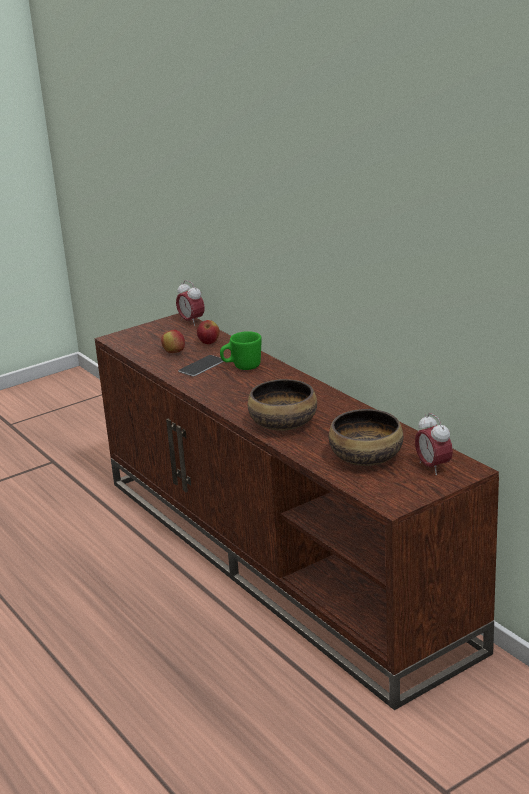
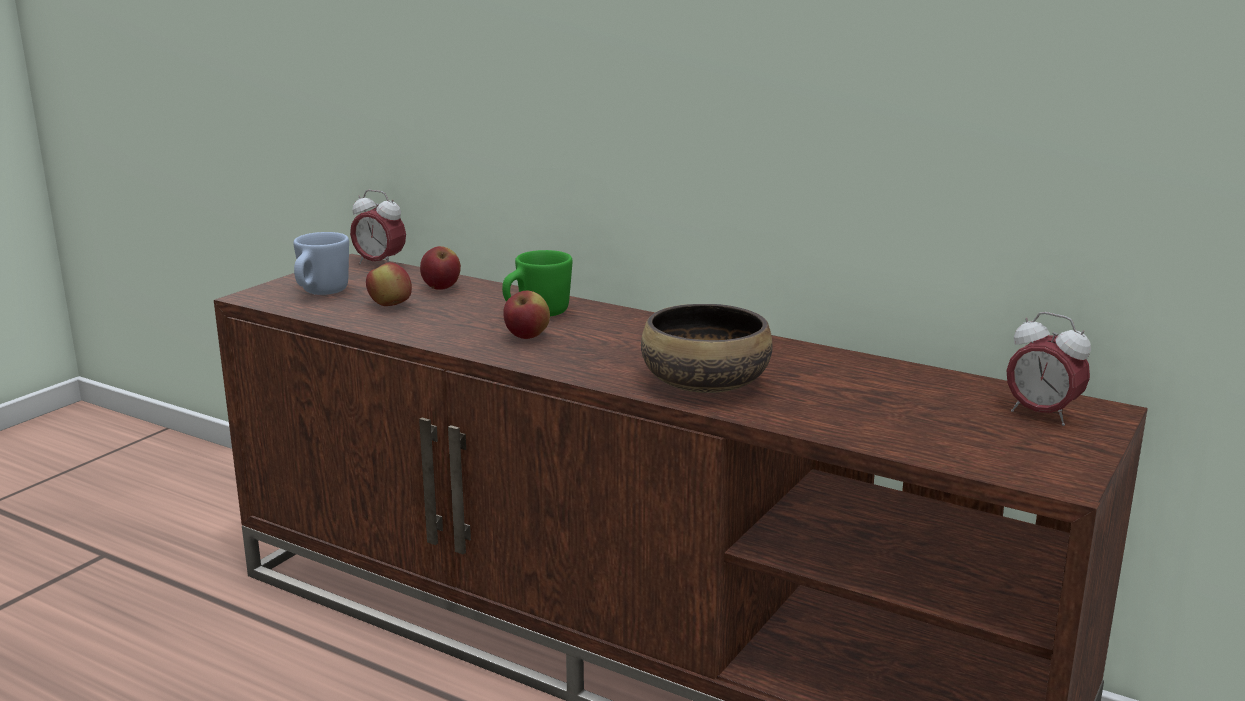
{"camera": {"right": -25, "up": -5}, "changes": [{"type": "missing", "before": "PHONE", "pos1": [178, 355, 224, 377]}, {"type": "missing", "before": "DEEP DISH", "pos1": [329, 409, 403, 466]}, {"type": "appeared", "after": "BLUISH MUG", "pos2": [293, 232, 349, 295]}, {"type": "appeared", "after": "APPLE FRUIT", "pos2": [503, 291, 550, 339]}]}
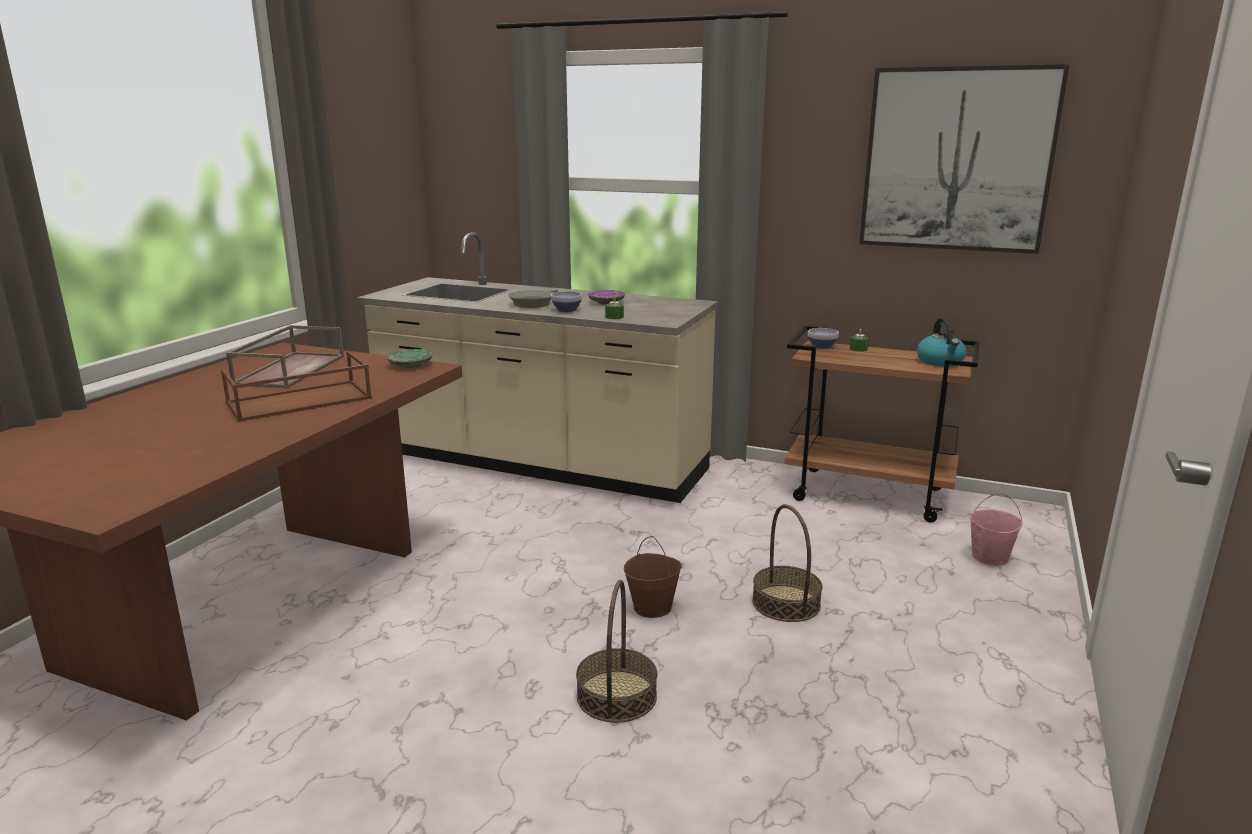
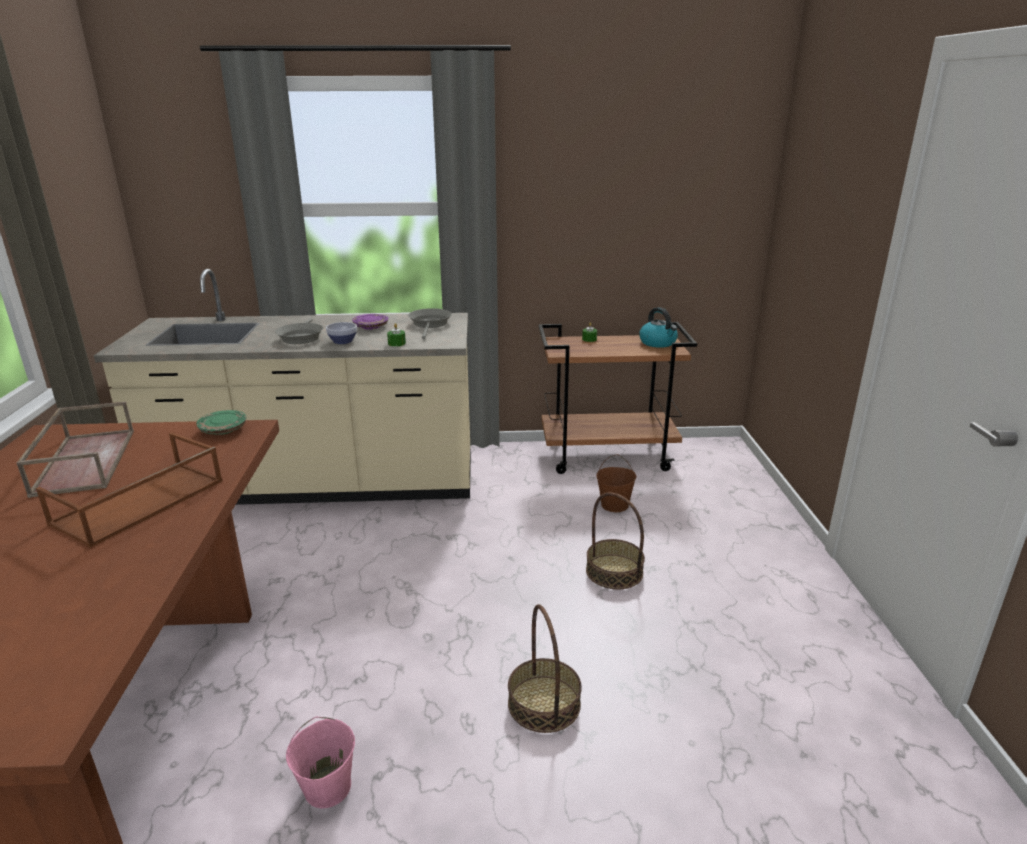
{"camera": {"right": -25, "up": 5}, "changes": [{"type": "relocated", "before": "BROWN-COLOURED PAIL", "pos1": [624, 536, 682, 618], "pos2": [596, 454, 636, 512]}, {"type": "missing", "before": "DEEP DISH", "pos1": [808, 328, 839, 349]}, {"type": "missing", "before": "PICTURE", "pos1": [859, 64, 1070, 254]}, {"type": "relocated", "before": "PINKISH PAIL", "pos1": [970, 492, 1023, 566], "pos2": [286, 717, 355, 809]}, {"type": "appeared", "after": "GREY PAN", "pos2": [408, 308, 452, 339]}]}
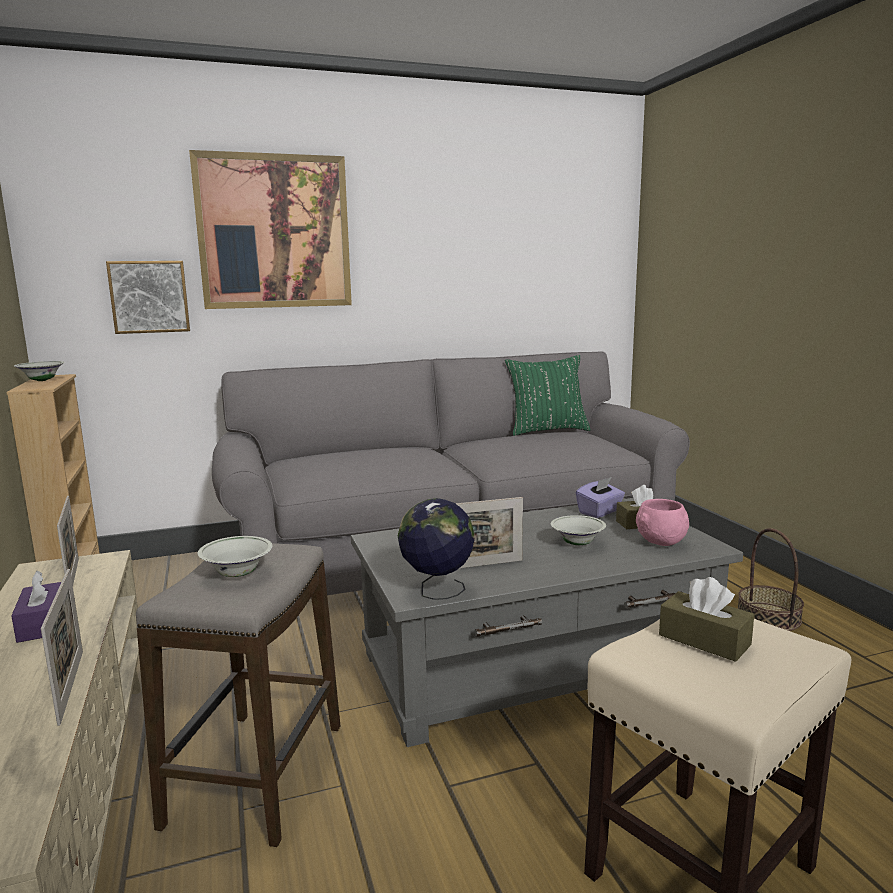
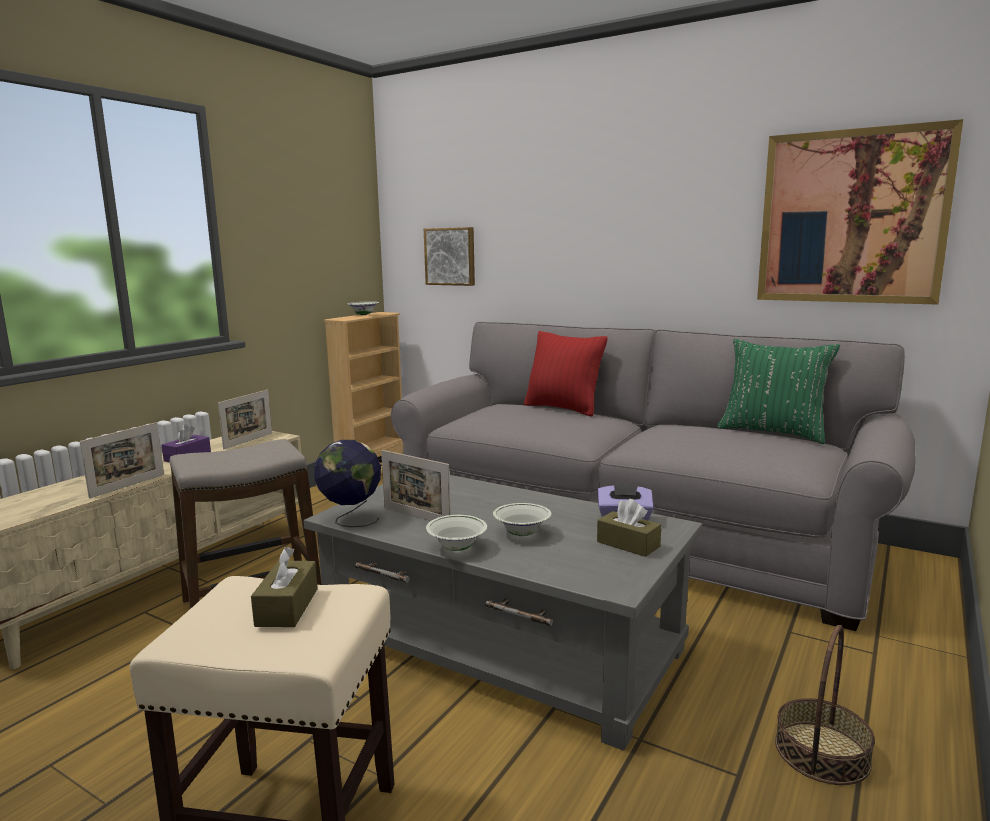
{"camera": {"right": 50, "up": 0}, "changes": [{"type": "relocated", "before": "PICTURE", "pos1": [189, 150, 352, 309], "pos2": [757, 119, 963, 305]}, {"type": "relocated", "before": "WHITE DEEP DISH", "pos1": [198, 536, 272, 577], "pos2": [426, 515, 487, 551]}, {"type": "missing", "before": "PINKISH DEEP DISH", "pos1": [636, 499, 689, 546]}, {"type": "appeared", "after": "REDDISH CUSHION", "pos2": [524, 331, 607, 416]}]}
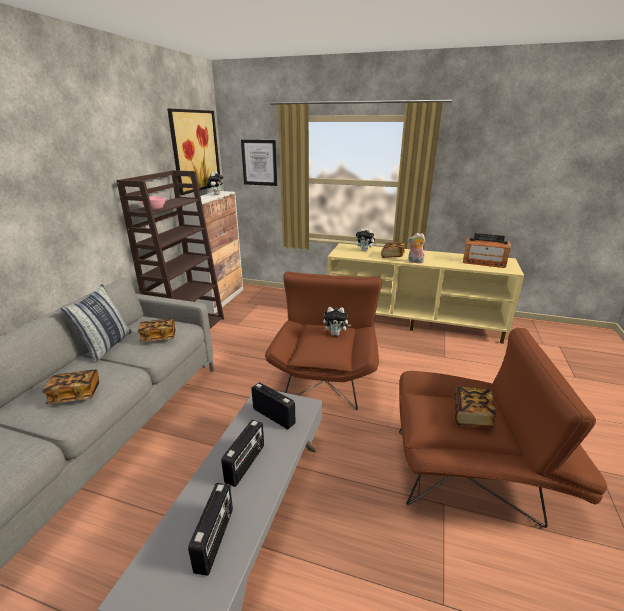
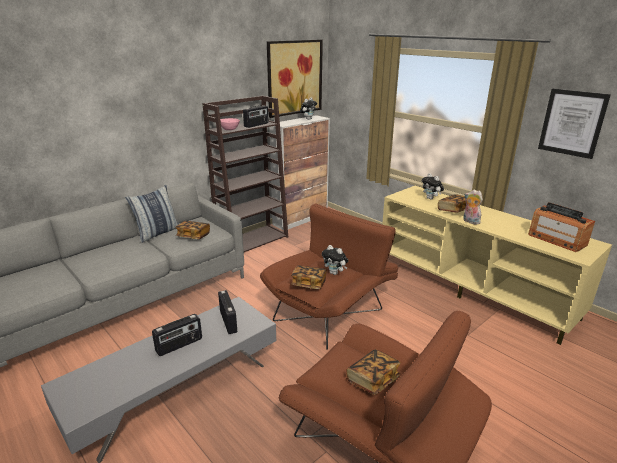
{"camera": {"right": 30, "up": 0}, "changes": [{"type": "relocated", "before": "BOOK", "pos1": [42, 369, 99, 404], "pos2": [291, 265, 327, 289]}, {"type": "relocated", "before": "RADIO RECEIVER", "pos1": [188, 483, 233, 576], "pos2": [243, 105, 268, 128]}, {"type": "relocated", "before": "PICTURE", "pos1": [241, 140, 277, 186], "pos2": [538, 89, 611, 159]}]}
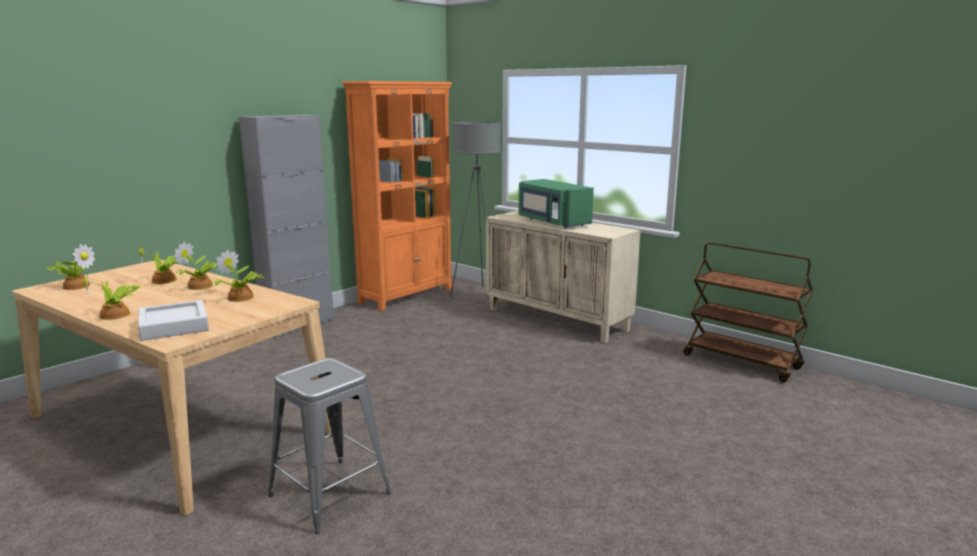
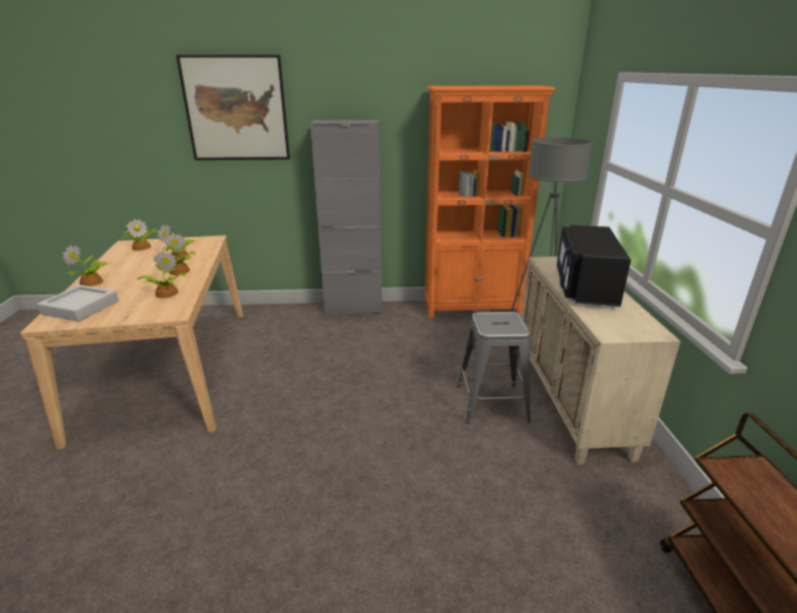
{"camera": {"right": 45, "up": 10}, "changes": [{"type": "relocated", "before": "GREY STOOL", "pos1": [268, 358, 391, 534], "pos2": [457, 312, 531, 424]}, {"type": "colour", "before": "GREEN MICROWAVE OVEN", "after": "BLACK-COLOURED MICROWAVE OVEN", "pos1": [519, 179, 594, 228], "pos2": [557, 225, 631, 307]}, {"type": "appeared", "after": "PICTURE", "pos2": [176, 55, 290, 160]}]}
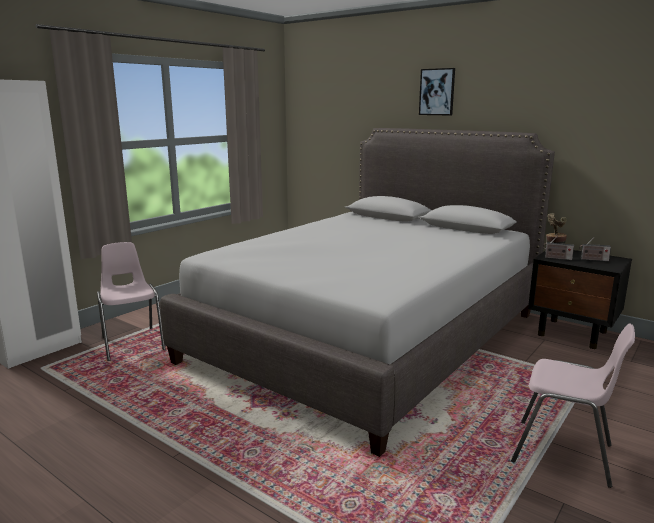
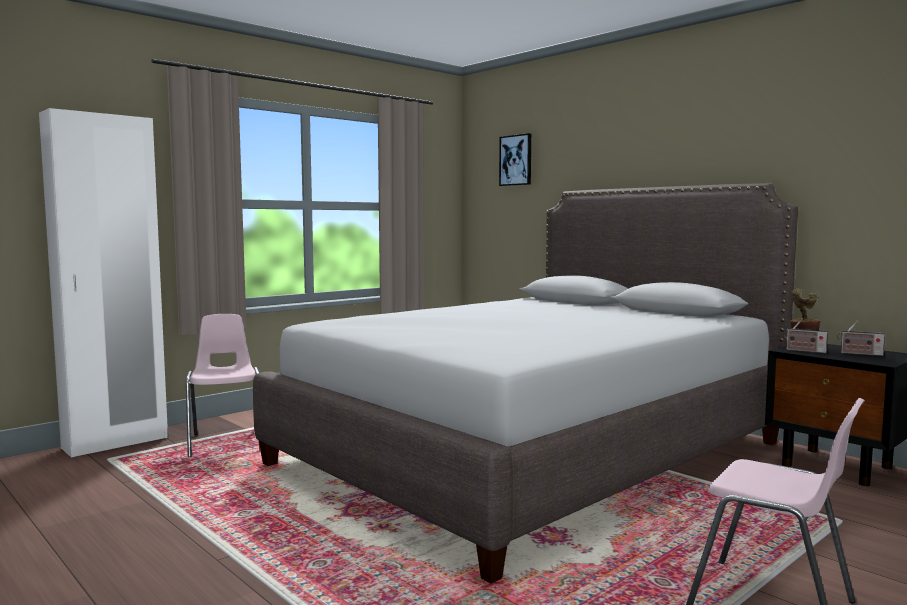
{"camera": {"right": 10, "up": -10}, "changes": [{"type": "relocated", "before": "PICTURE", "pos1": [419, 68, 455, 116], "pos2": [499, 133, 531, 186]}]}
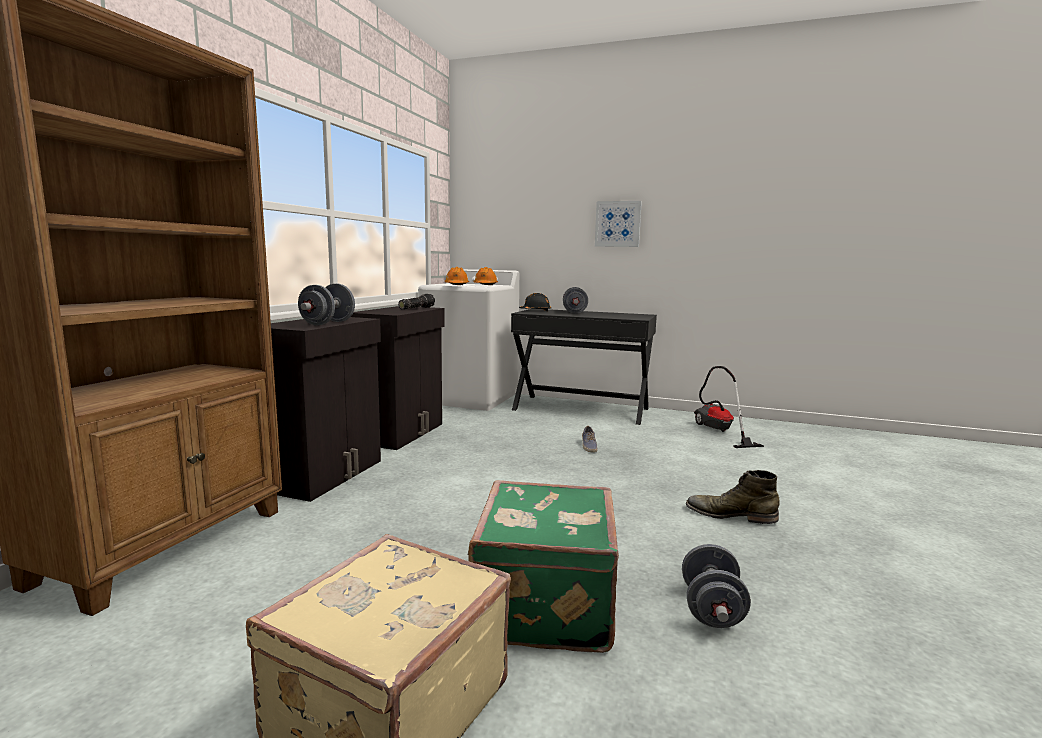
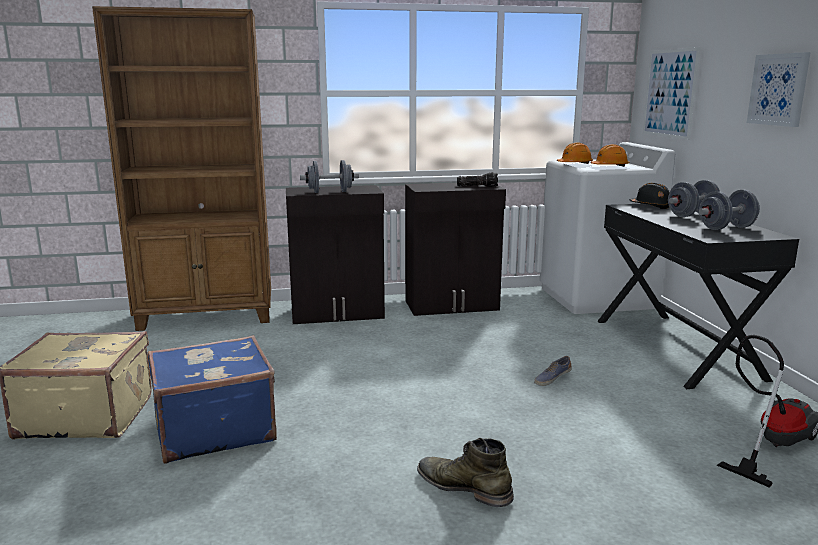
{"camera": {"right": 60, "up": 5}, "changes": [{"type": "colour", "before": "GREEN PIECE OF LUGGAGE", "after": "BLUISH PIECE OF LUGGAGE", "pos1": [468, 480, 619, 653], "pos2": [148, 335, 277, 464]}, {"type": "relocated", "before": "GREY HAND WEIGHT", "pos1": [682, 544, 751, 628], "pos2": [699, 190, 760, 230]}, {"type": "spun", "before": "GREEN BOOT", "pos1": [686, 470, 780, 524], "pos2": [417, 438, 514, 507], "turn": -45}, {"type": "appeared", "after": "PICTURE", "pos2": [643, 47, 701, 140]}]}
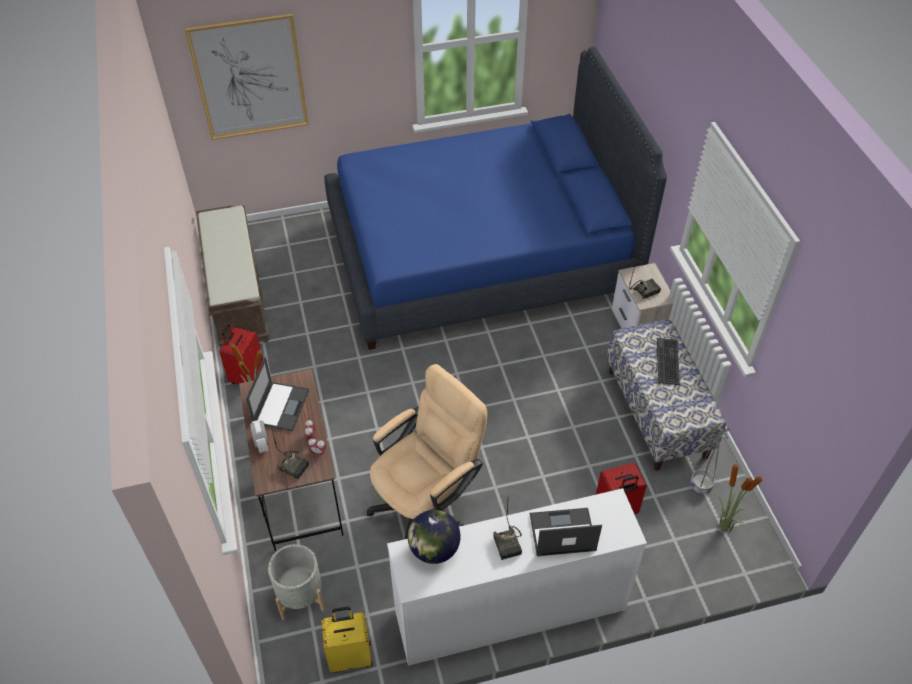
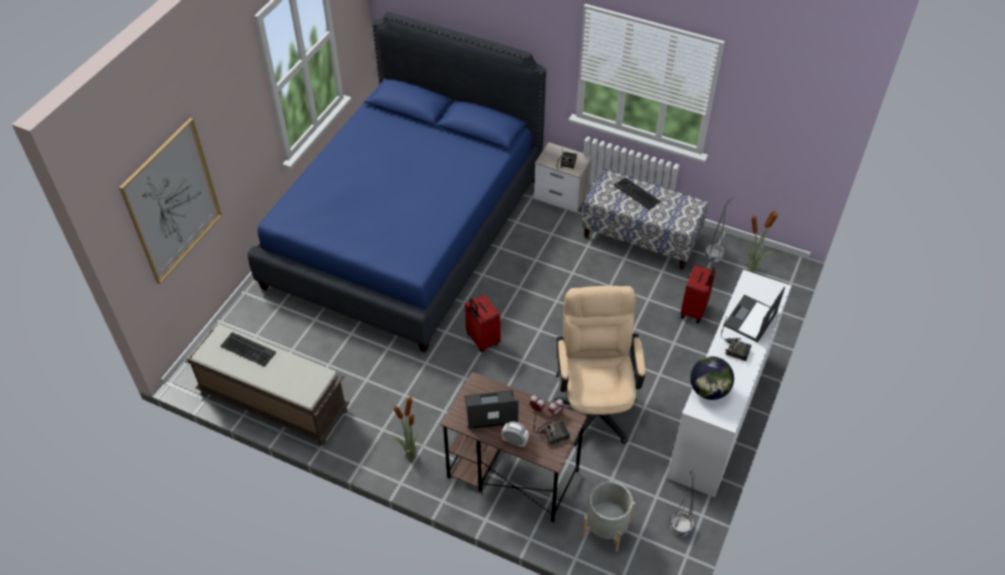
{"camera": {"right": -50, "up": 0}, "changes": [{"type": "relocated", "before": "REDDISH PIECE OF LUGGAGE", "pos1": [219, 324, 263, 384], "pos2": [465, 294, 500, 352]}, {"type": "spun", "before": "NOTEBOOK COMPUTER", "pos1": [246, 357, 309, 431], "pos2": [464, 390, 519, 429], "turn": -60}, {"type": "exchanged", "before": "YELLOW-COLOURED PIECE OF LUGGAGE", "after": "GREY PLANTER", "pos1": [321, 607, 373, 673], "pos2": [670, 471, 695, 536]}, {"type": "appeared", "after": "COMPUTER KEYBOARD", "pos2": [220, 332, 276, 367]}]}
